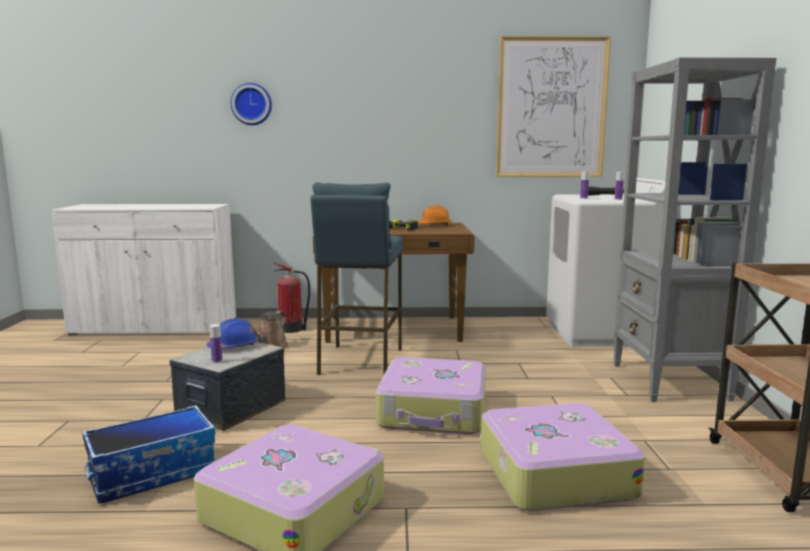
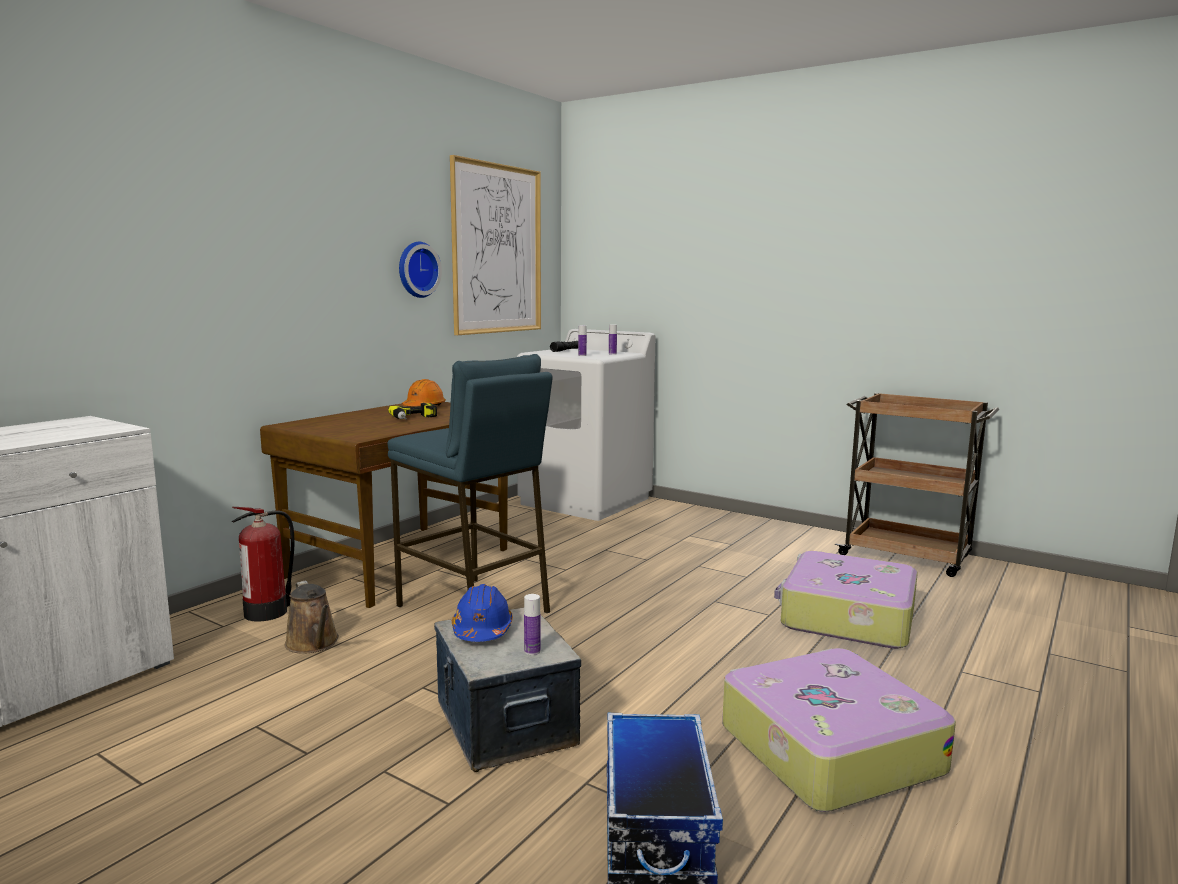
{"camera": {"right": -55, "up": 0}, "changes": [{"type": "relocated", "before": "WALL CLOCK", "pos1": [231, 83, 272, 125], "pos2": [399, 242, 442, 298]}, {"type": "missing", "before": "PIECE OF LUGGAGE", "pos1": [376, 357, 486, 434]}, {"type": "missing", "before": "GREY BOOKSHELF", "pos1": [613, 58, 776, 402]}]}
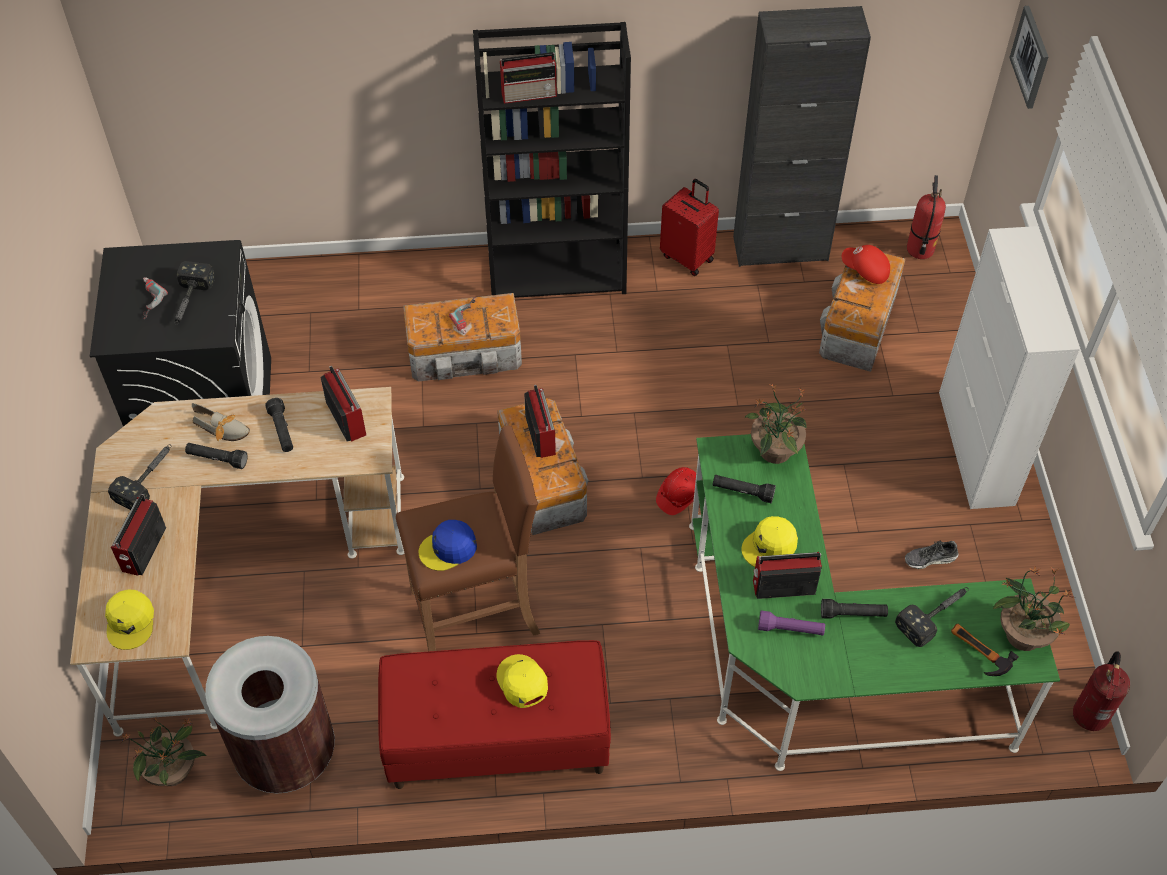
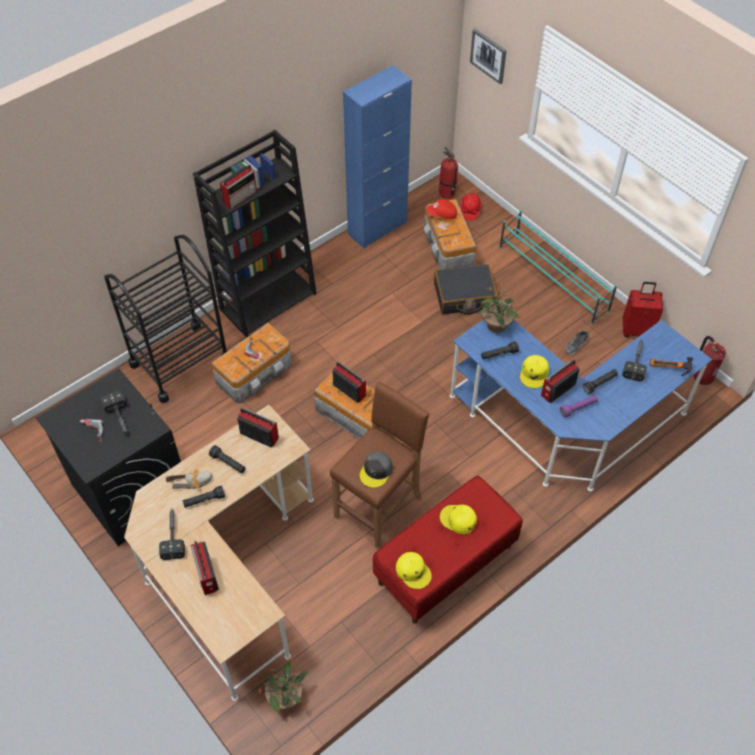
{"camera": {"right": -35, "up": 0}, "changes": [{"type": "relocated", "before": "YELLOW-COLOURED BASEBALL CAP", "pos1": [105, 589, 154, 650], "pos2": [396, 552, 432, 589]}, {"type": "missing", "before": "BROWN-COLOURED WASTE BIN", "pos1": [205, 636, 335, 794]}, {"type": "colour", "before": "BLUISH BASEBALL CAP", "after": "GREY BASEBALL CAP", "pos1": [419, 520, 477, 571], "pos2": [360, 451, 393, 488]}, {"type": "relocated", "before": "REDDISH HARD HAT", "pos1": [656, 467, 696, 515], "pos2": [460, 193, 482, 221]}, {"type": "relocated", "before": "REDDISH PIECE OF LUGGAGE", "pos1": [660, 179, 719, 276], "pos2": [623, 282, 663, 338]}, {"type": "colour", "before": "GREEN DESK UNIT", "after": "BLUISH DESK UNIT", "pos1": [689, 434, 1060, 771], "pos2": [450, 320, 712, 491]}, {"type": "colour", "before": "BLACK-COLOURED STORAGE CABINET", "after": "BLUISH STORAGE CABINET", "pos1": [733, 6, 871, 267], "pos2": [343, 65, 412, 248]}, {"type": "exchanged", "before": "WHITE STORAGE CABINET", "after": "TURQUOISE-COLOURED SHOE RACK", "pos1": [939, 226, 1080, 509], "pos2": [499, 210, 617, 325]}, {"type": "missing", "before": "PLANT IN A POT", "pos1": [993, 566, 1075, 651]}, {"type": "appeared", "after": "BLACK-COLOURED WHEELED CART", "pos2": [104, 235, 227, 403]}, {"type": "appeared", "after": "BLACK-COLOURED PIECE OF LUGGAGE", "pos2": [434, 264, 498, 314]}]}
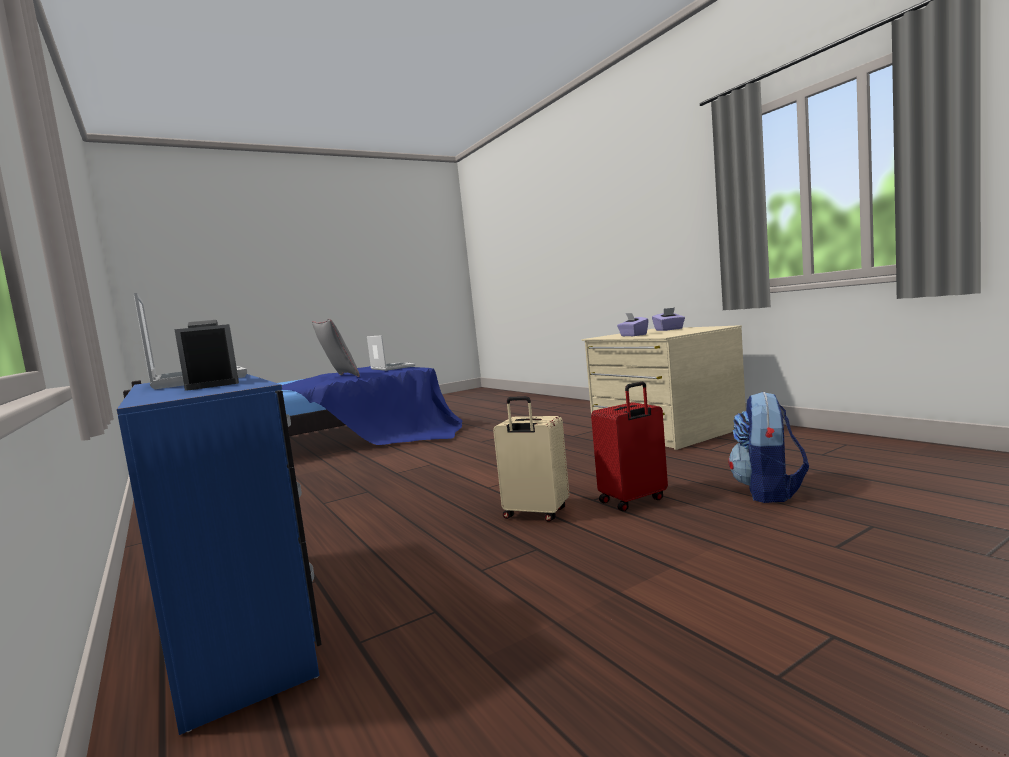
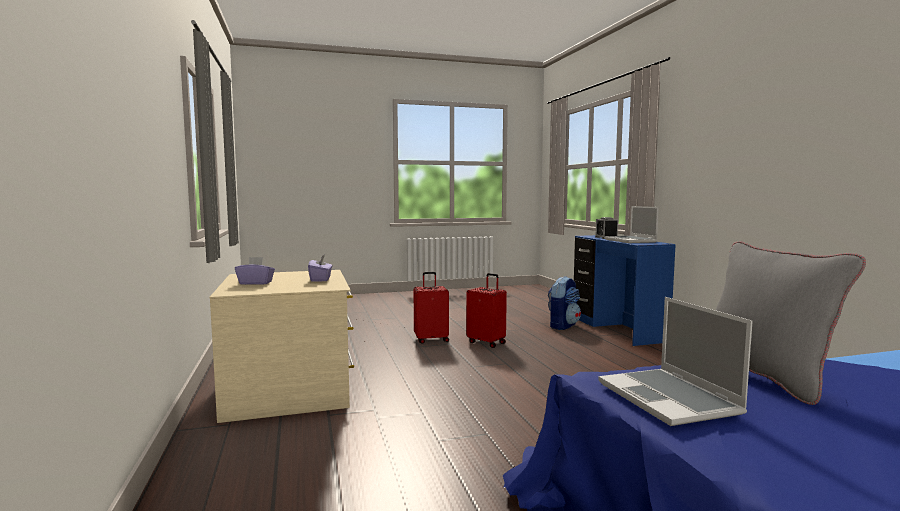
{"camera": {"right": -165, "up": 0}, "changes": [{"type": "colour", "before": "BEIGE PIECE OF LUGGAGE", "after": "REDDISH PIECE OF LUGGAGE", "pos1": [493, 396, 570, 522], "pos2": [466, 273, 507, 348]}, {"type": "relocated", "before": "KNAPSACK", "pos1": [729, 392, 809, 503], "pos2": [548, 276, 581, 330]}]}
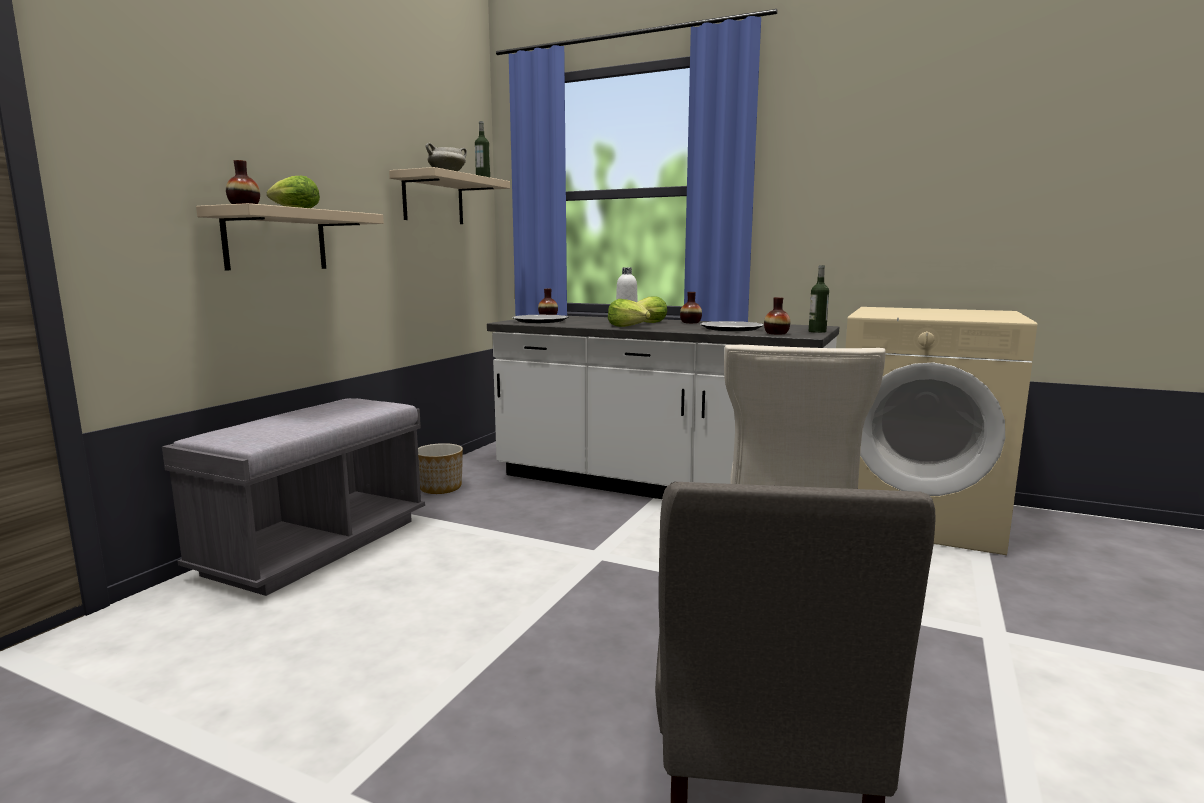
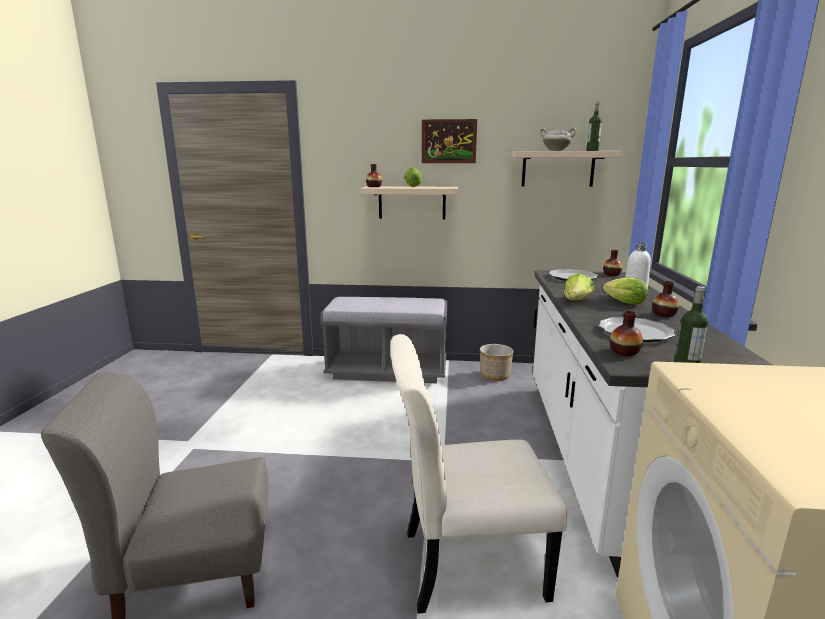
{"camera": {"right": 70, "up": 5}, "changes": [{"type": "appeared", "after": "PICTURE", "pos2": [421, 119, 477, 163]}]}
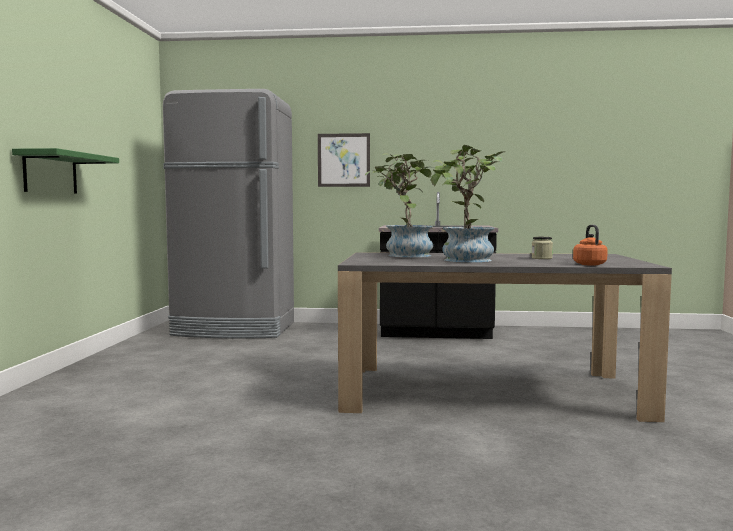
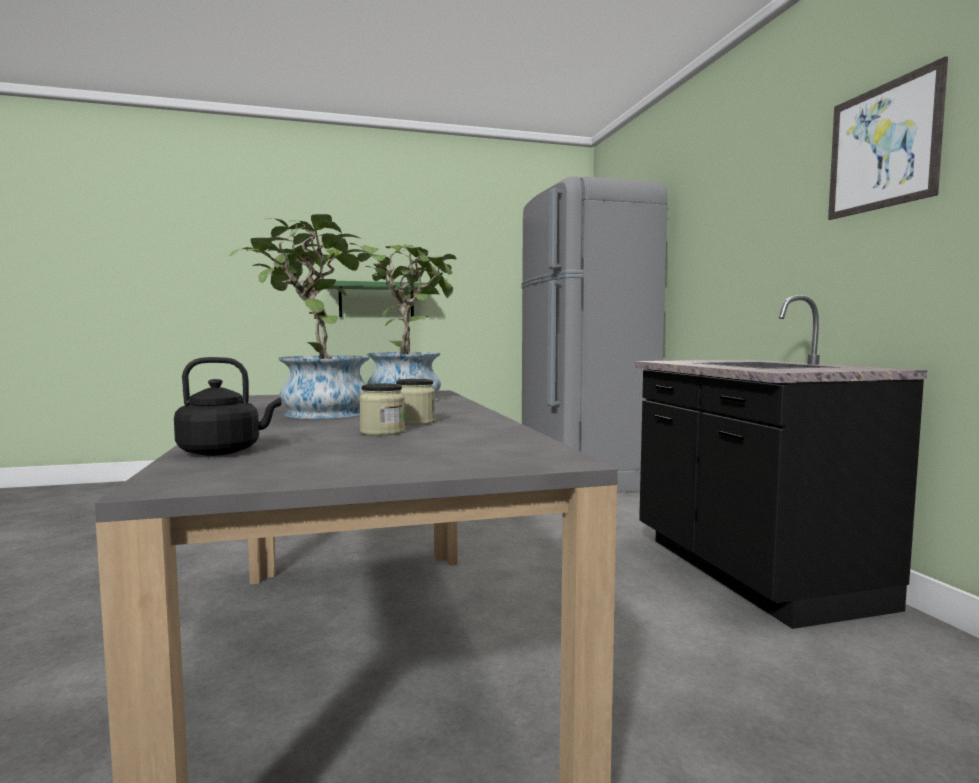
{"camera": {"right": 70, "up": 0}, "changes": [{"type": "relocated", "before": "PICTURE", "pos1": [318, 133, 370, 187], "pos2": [828, 56, 948, 220]}, {"type": "colour", "before": "ORANGE-COLOURED WATER KETTLE", "after": "BLACK-COLOURED WATER KETTLE", "pos1": [573, 225, 608, 266], "pos2": [174, 357, 281, 456]}, {"type": "appeared", "after": "STORAGE JAR", "pos2": [396, 379, 435, 425]}]}
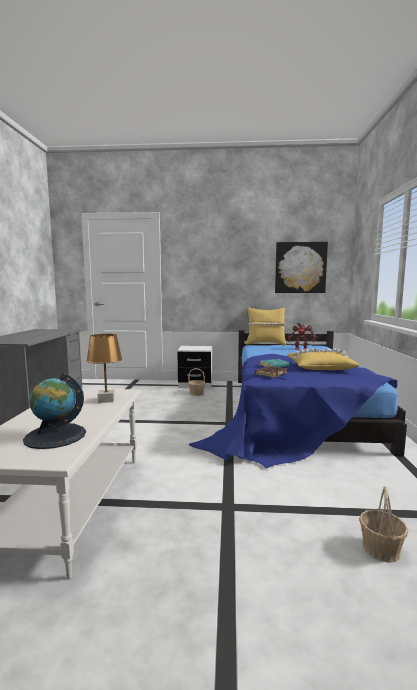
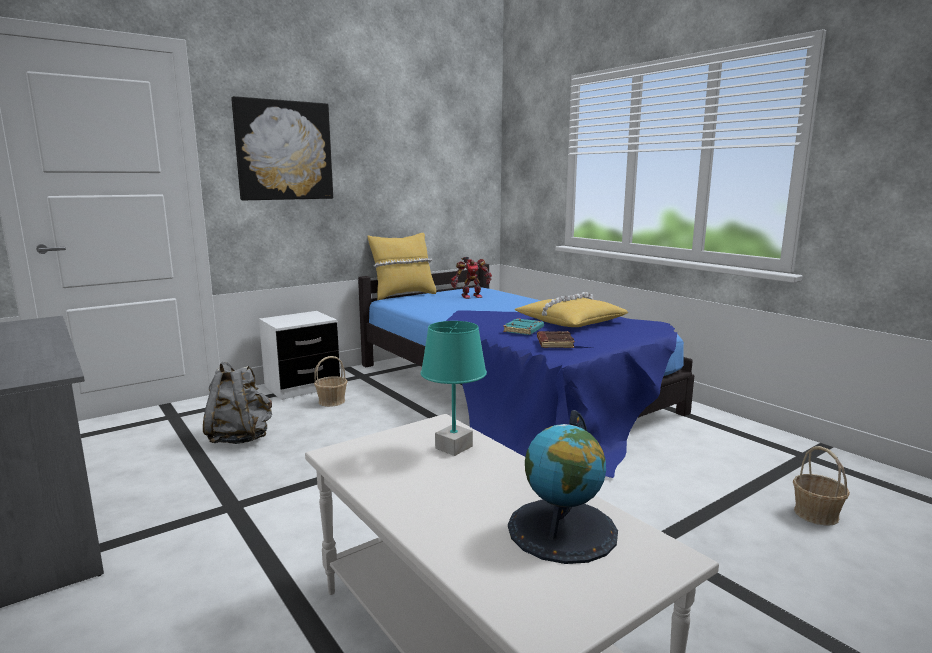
{"camera": {"right": -40, "up": 5}, "changes": [{"type": "colour", "before": "BROWN-COLOURED TABLE LAMP", "after": "TURQUOISE-COLOURED TABLE LAMP", "pos1": [86, 334, 122, 403], "pos2": [421, 321, 487, 456]}, {"type": "relocated", "before": "PICTURE", "pos1": [275, 242, 328, 293], "pos2": [231, 96, 333, 200]}, {"type": "appeared", "after": "GREY KNAPSACK", "pos2": [203, 362, 272, 444]}]}
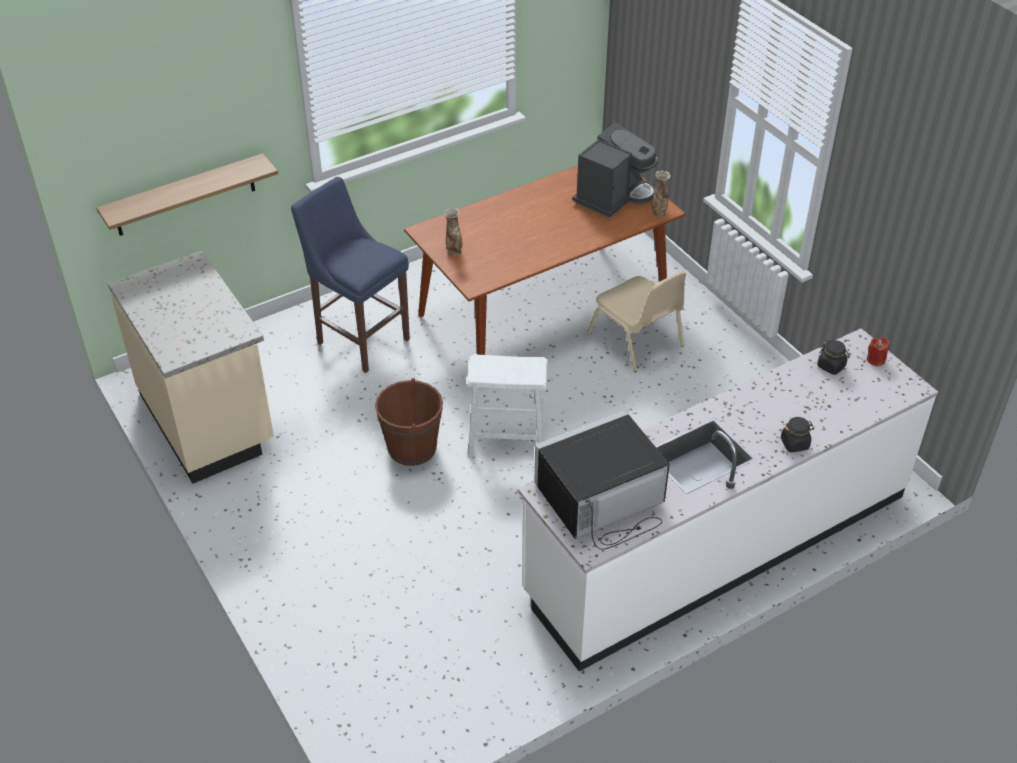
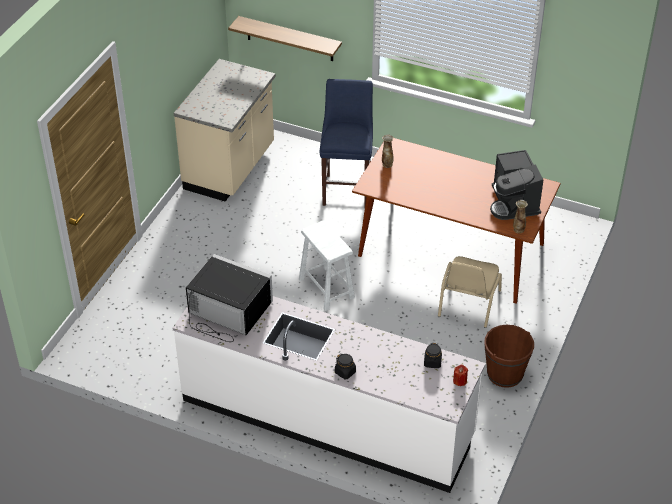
{"camera": {"right": 55, "up": 0}, "changes": [{"type": "relocated", "before": "BROWN-COLOURED PAIL", "pos1": [375, 378, 443, 466], "pos2": [484, 325, 534, 388]}, {"type": "spun", "before": "COFFEE MAKER", "pos1": [572, 122, 658, 218], "pos2": [490, 150, 543, 220], "turn": 75}]}
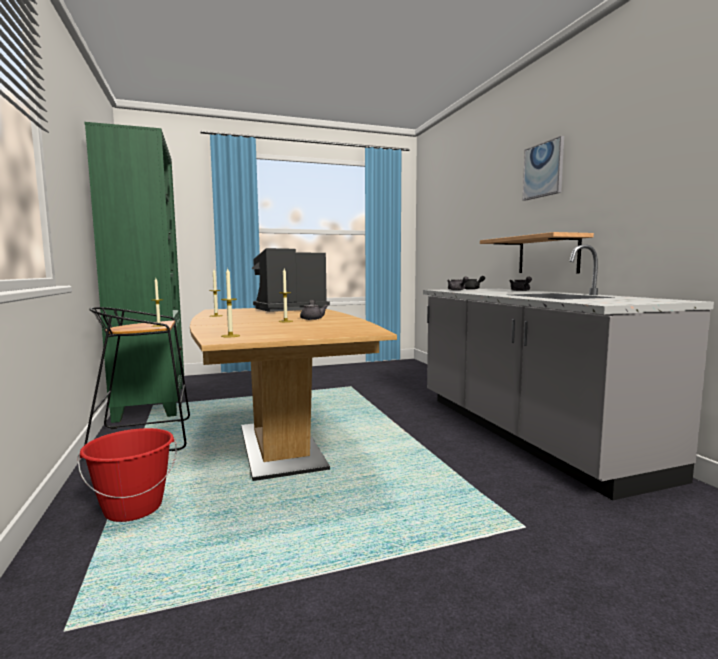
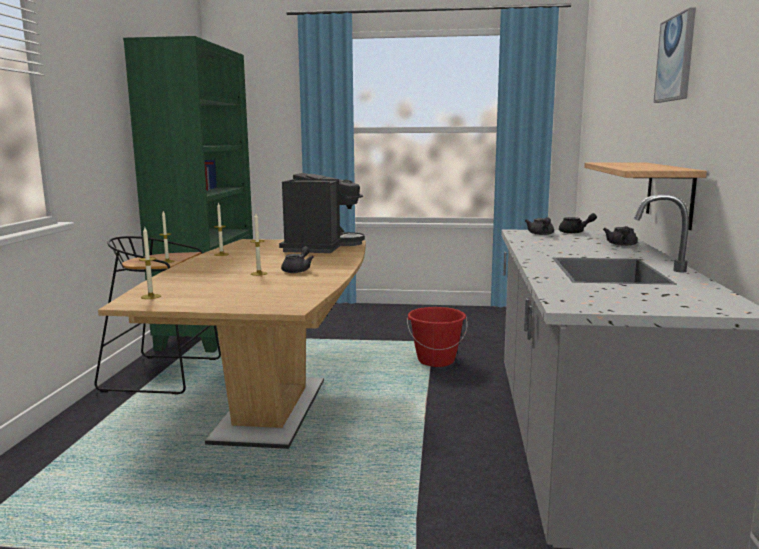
{"camera": {"right": 25, "up": 5}, "changes": [{"type": "relocated", "before": "REDDISH PAIL", "pos1": [78, 428, 177, 522], "pos2": [407, 307, 467, 367]}, {"type": "spun", "before": "COFFEE MAKER", "pos1": [252, 248, 330, 312], "pos2": [279, 173, 365, 253], "turn": 105}]}
